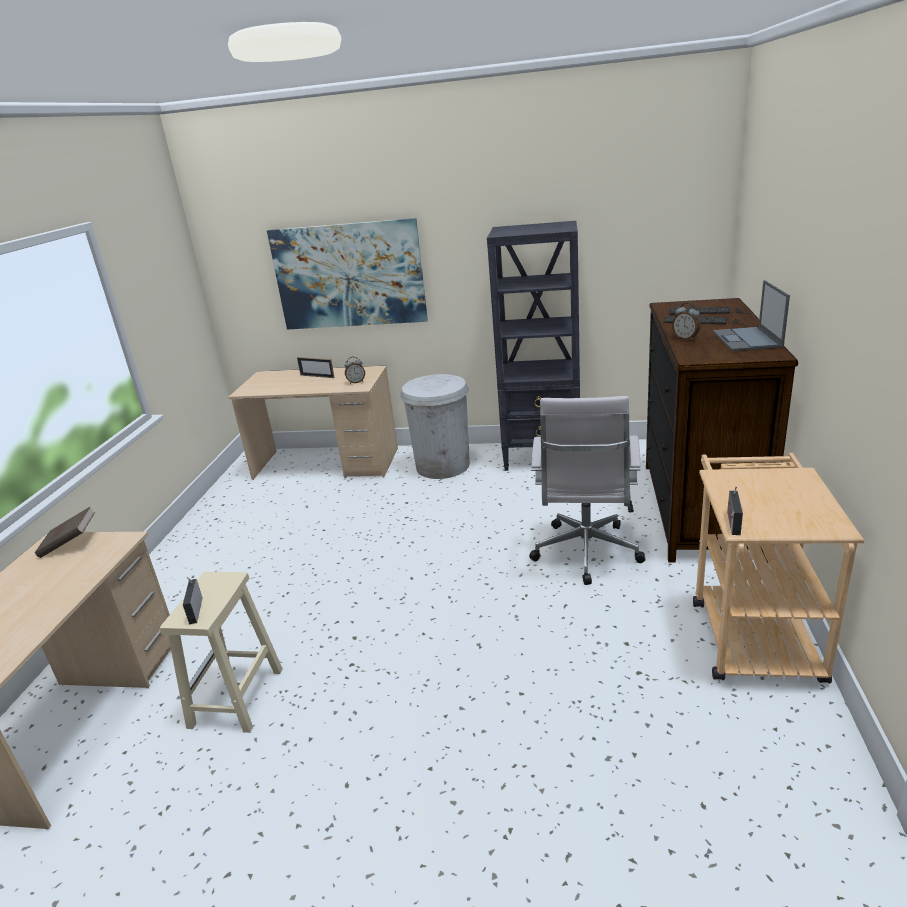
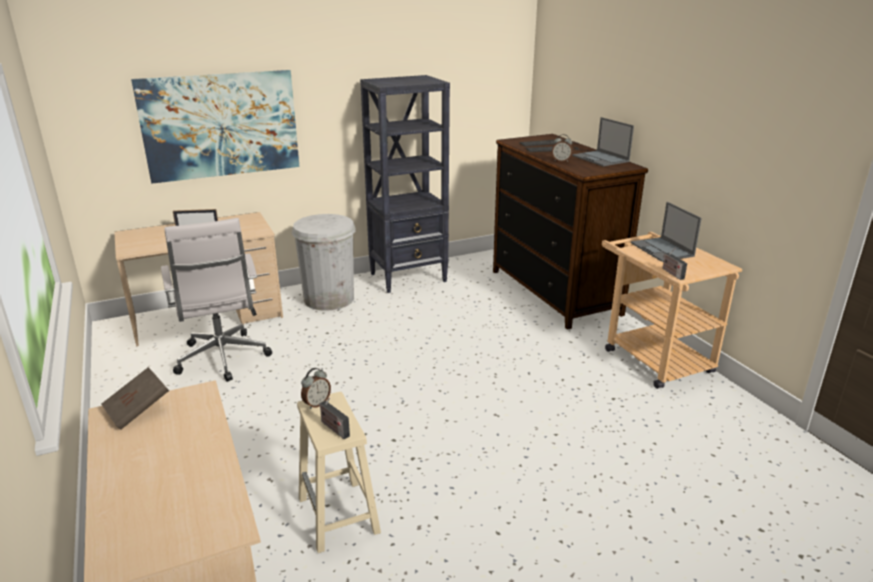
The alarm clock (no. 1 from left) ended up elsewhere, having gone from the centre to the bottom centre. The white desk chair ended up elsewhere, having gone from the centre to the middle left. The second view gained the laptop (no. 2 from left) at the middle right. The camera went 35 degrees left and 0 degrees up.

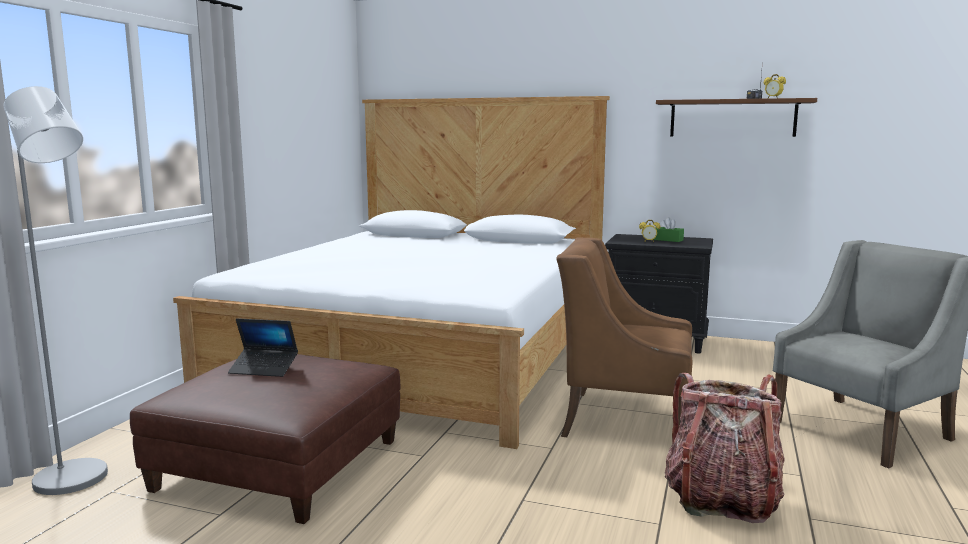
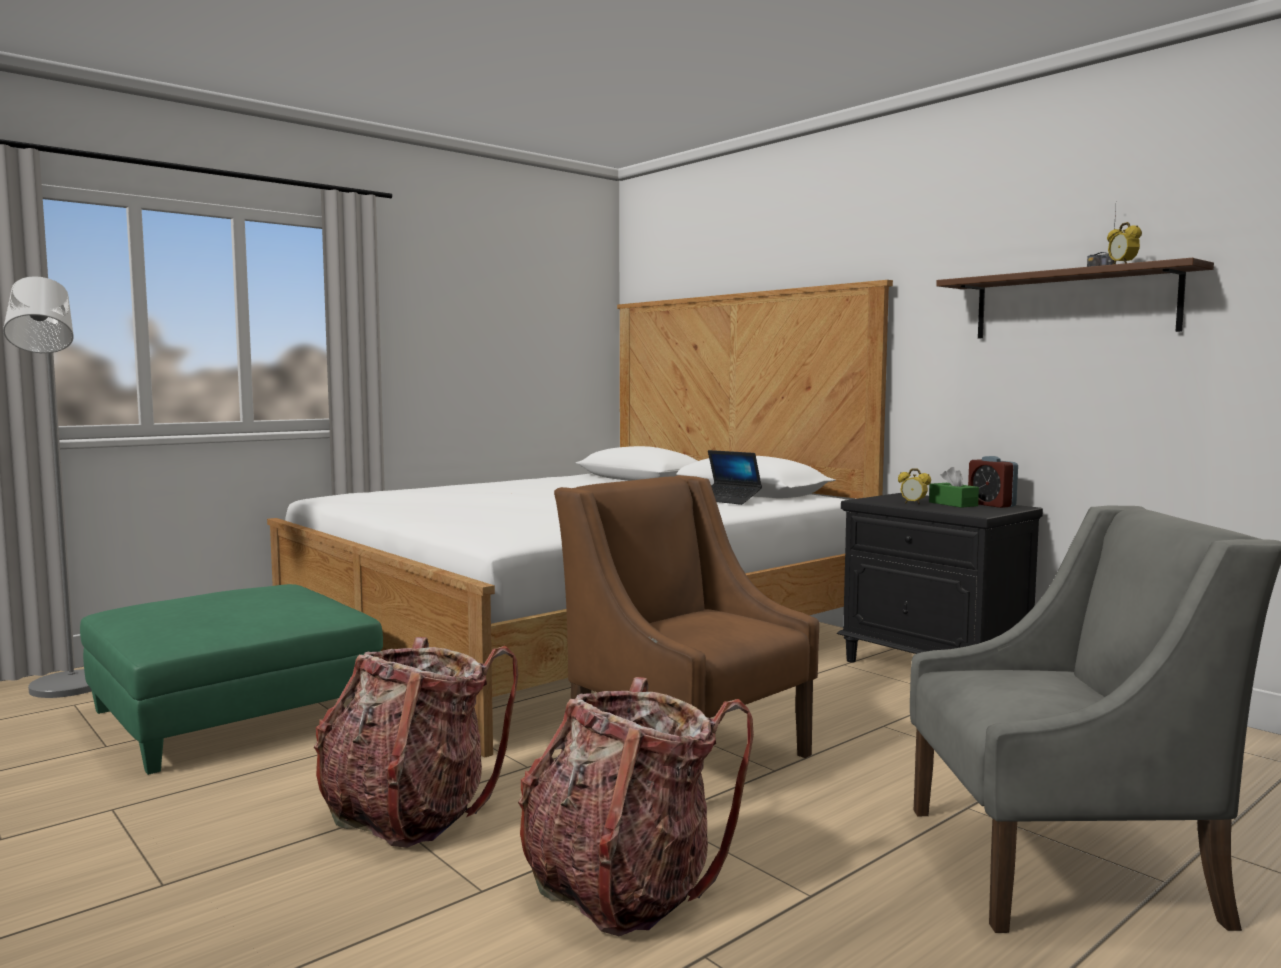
The laptop ended up elsewhere, having gone from the middle left to the centre. What was the brownish ottoman at the bottom left turned into the green-coloured ottoman at the bottom left. The second view gained the alarm clock (no. 2 from left) at the middle right. The second view gained the rucksack (no. 1 from left) at the bottom left. The camera went 30 degrees right and 5 degrees down.

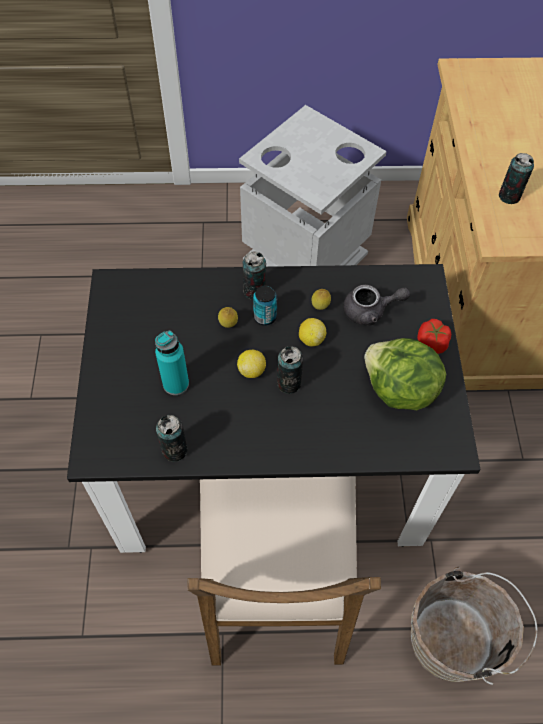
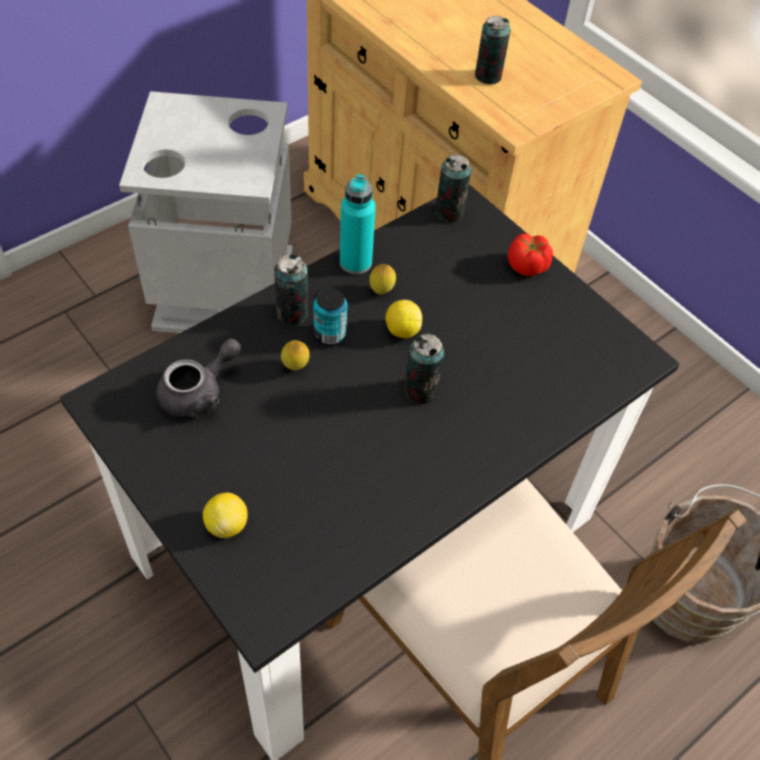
The grey tea pot ended up elsewhere, having gone from the middle right to the middle left. The blue-green beverage bottle ended up elsewhere, having gone from the middle left to the top centre. The second view lost the lettuce head at the middle right. The whole lemon (no. 2 from left in the first image) ended up elsewhere, having gone from the centre to the bottom left. The metal can (no. 1 from left in the first image) ended up elsewhere, having gone from the middle left to the top centre. The camera went 40 degrees left and 5 degrees down.

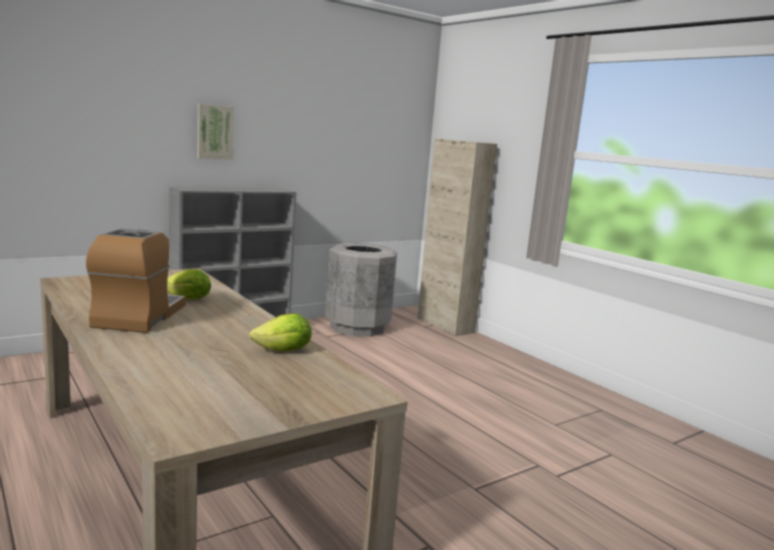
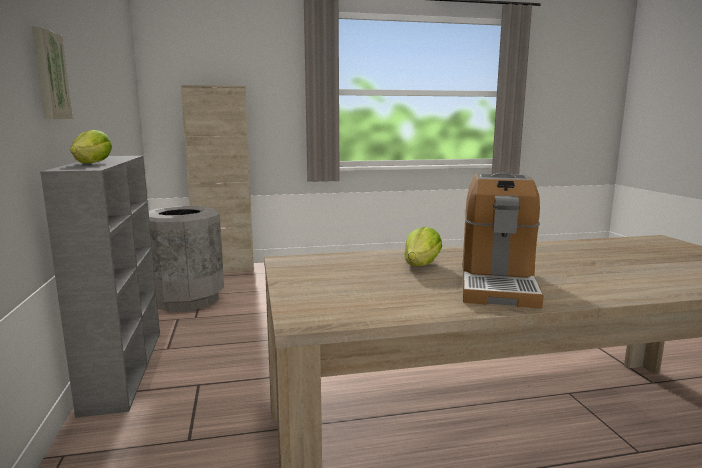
The coffee machine at the middle left ended up facing another way, 105 degrees counterclockwise from before. The lettuce head (no. 2 from left in the first image) ended up elsewhere, having gone from the centre to the top left. The camera went 65 degrees left and 0 degrees up.

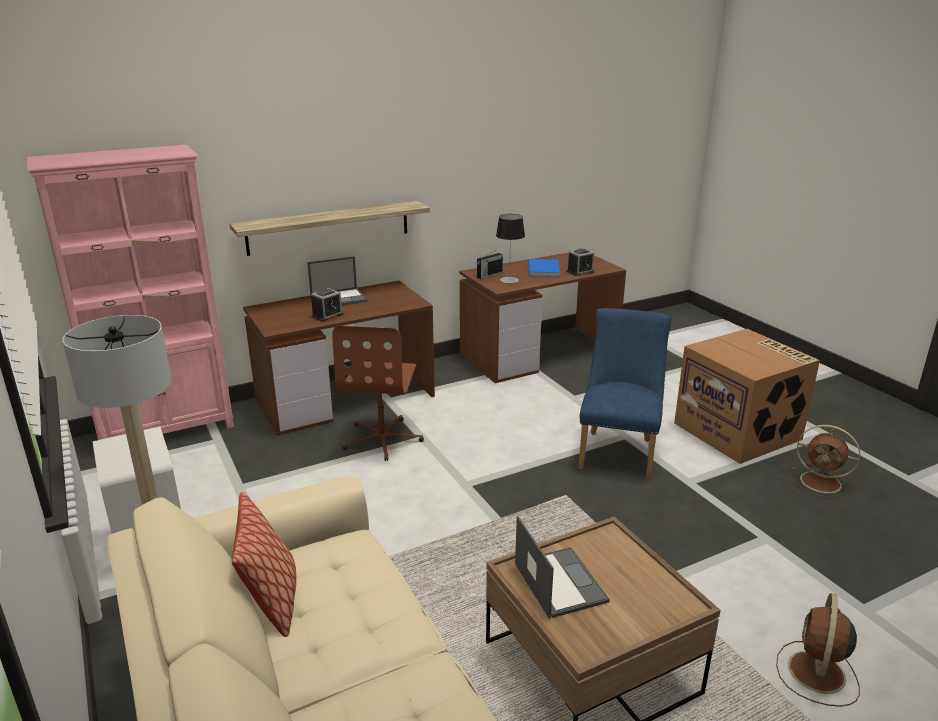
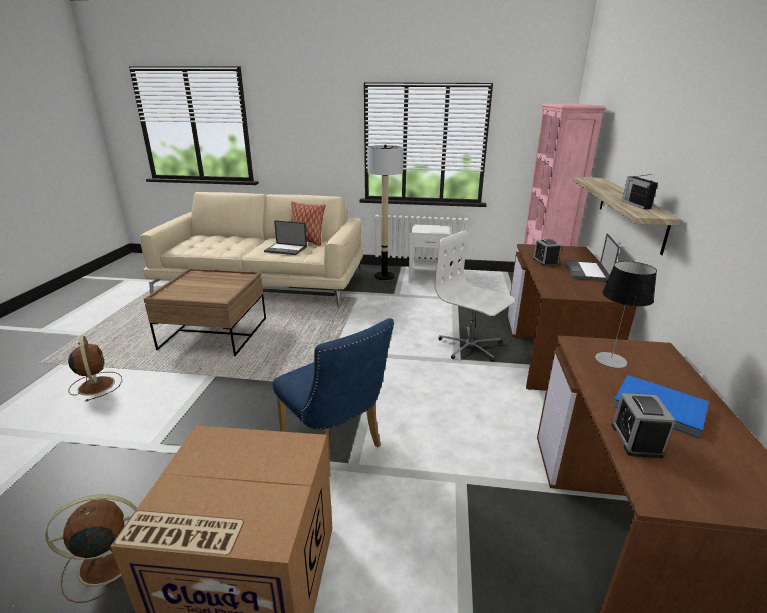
The radio set ended up elsewhere, having gone from the centre to the top right. What was the brownish desk chair at the centre turned into the white desk chair at the centre. The laptop (no. 2 from left in the first image) ended up elsewhere, having gone from the bottom centre to the centre. The camera went 125 degrees right and 0 degrees up.

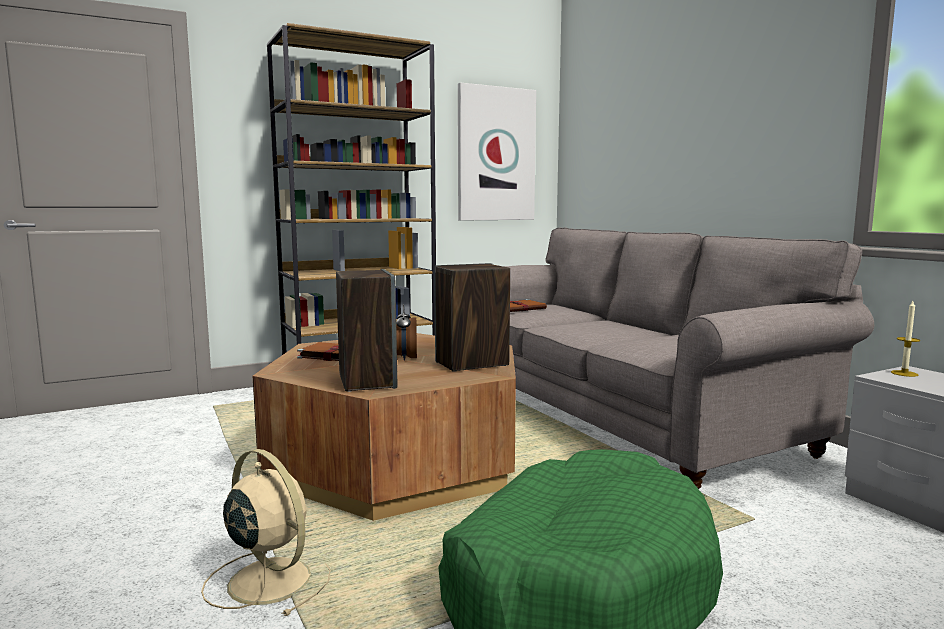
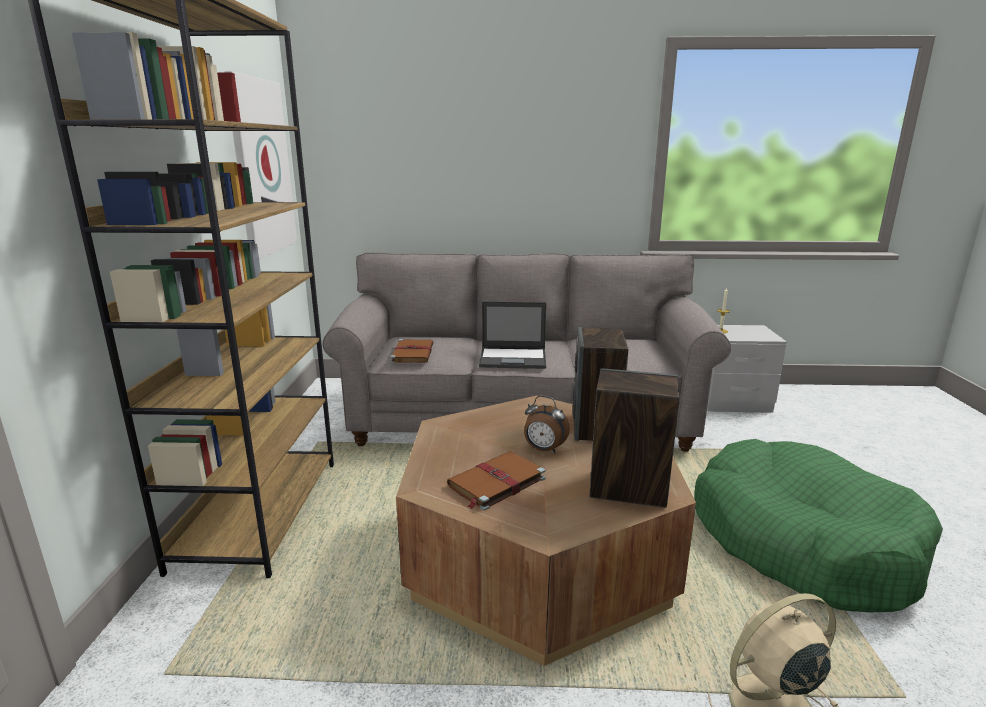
The second view gained the laptop at the centre. The camera went 60 degrees left and 10 degrees up.

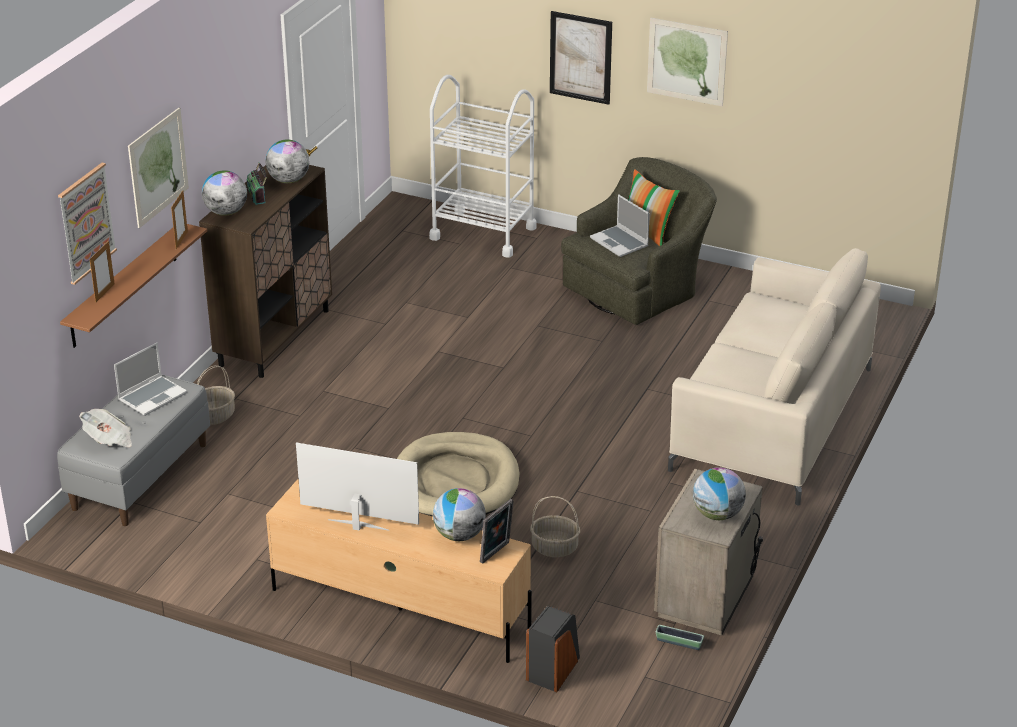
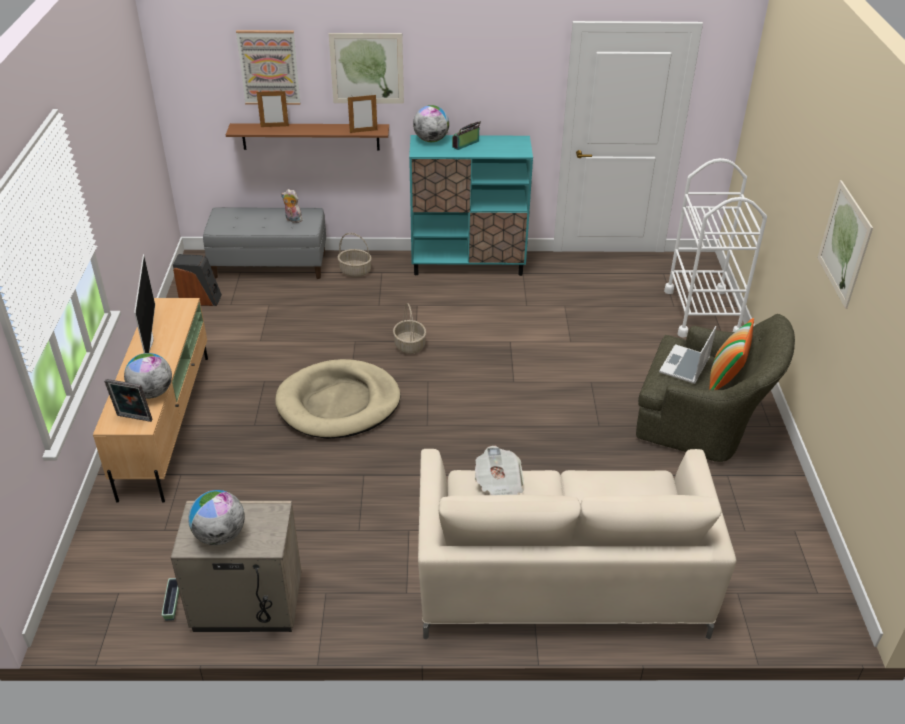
The second view lost the picture (no. 3 from left) at the top centre. The second view lost the desk globe (no. 2 from left) at the top left. What was the brownish storage cabinet at the middle left turned into the blue-green storage cabinet at the top centre. Where the laptop (no. 1 from left) stood at the middle left, the cuddly toy came to stand at the top left. The daily paper ended up elsewhere, having gone from the middle left to the centre. The storage basket (no. 2 from left) ended up elsewhere, having gone from the bottom centre to the centre. The loudspeaker ended up elsewhere, having gone from the bottom centre to the middle left. The camera went 65 degrees right and 5 degrees up.

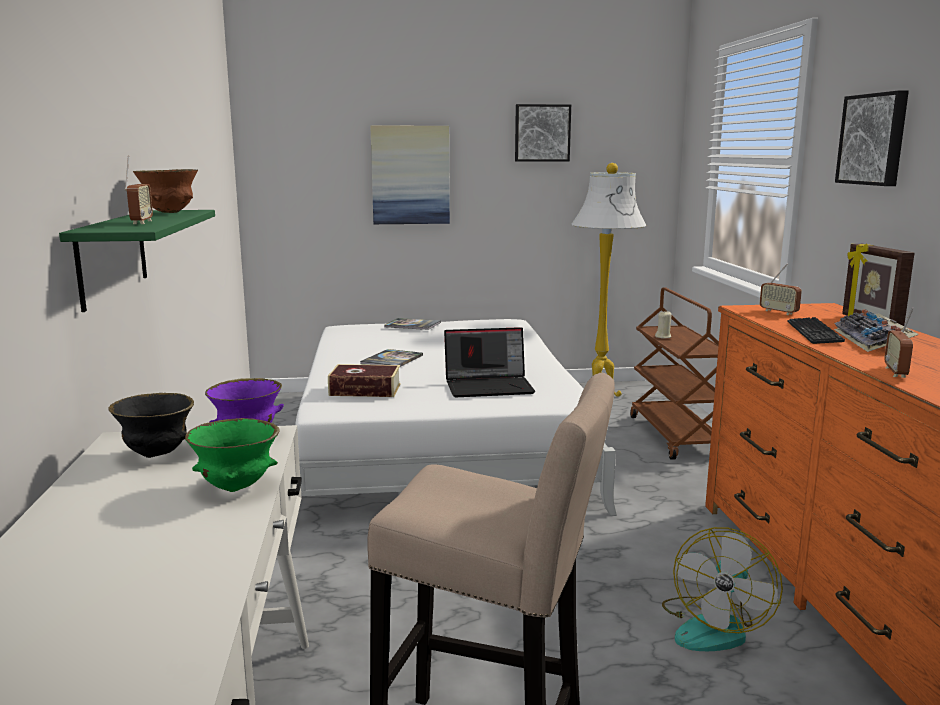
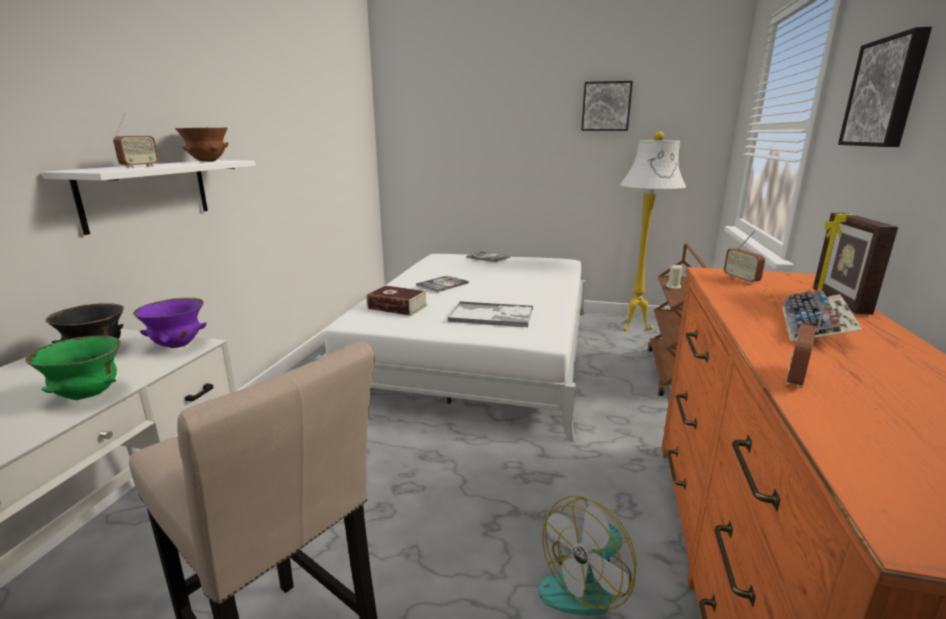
The second view lost the picture (no. 1 from left) at the top centre. What was the green-coloured shelf at the middle left turned into the white shelf at the top left. The second view lost the computer keyboard (no. 1 from left) at the middle right. Where the laptop stood at the centre, the carrying tray came to stand at the centre. The camera went 20 degrees right and 5 degrees up.

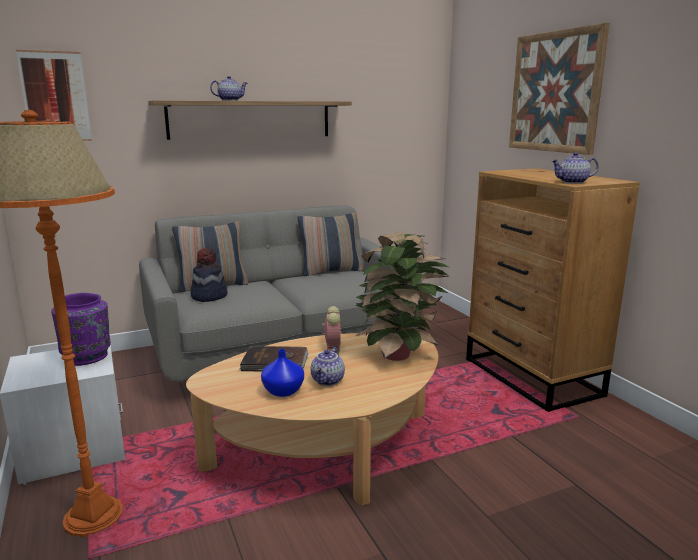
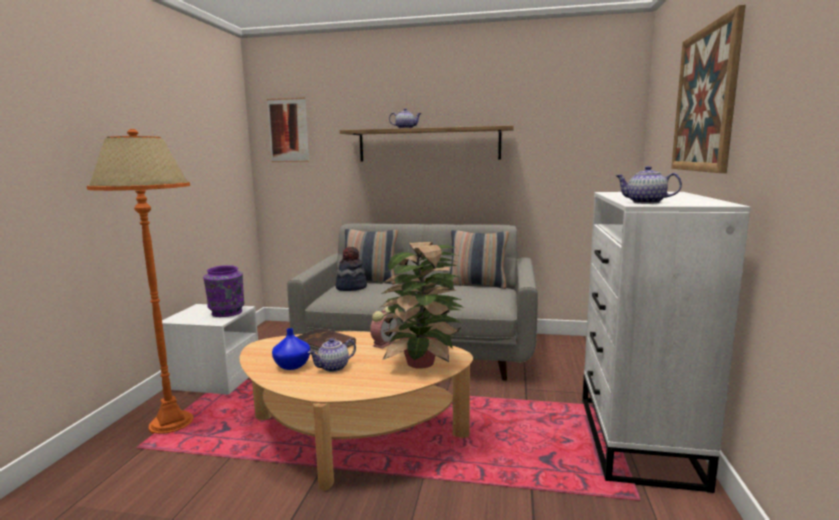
What was the brownish drawer chest at the middle right turned into the white drawer chest at the middle right. The camera went 35 degrees right and 5 degrees down.

